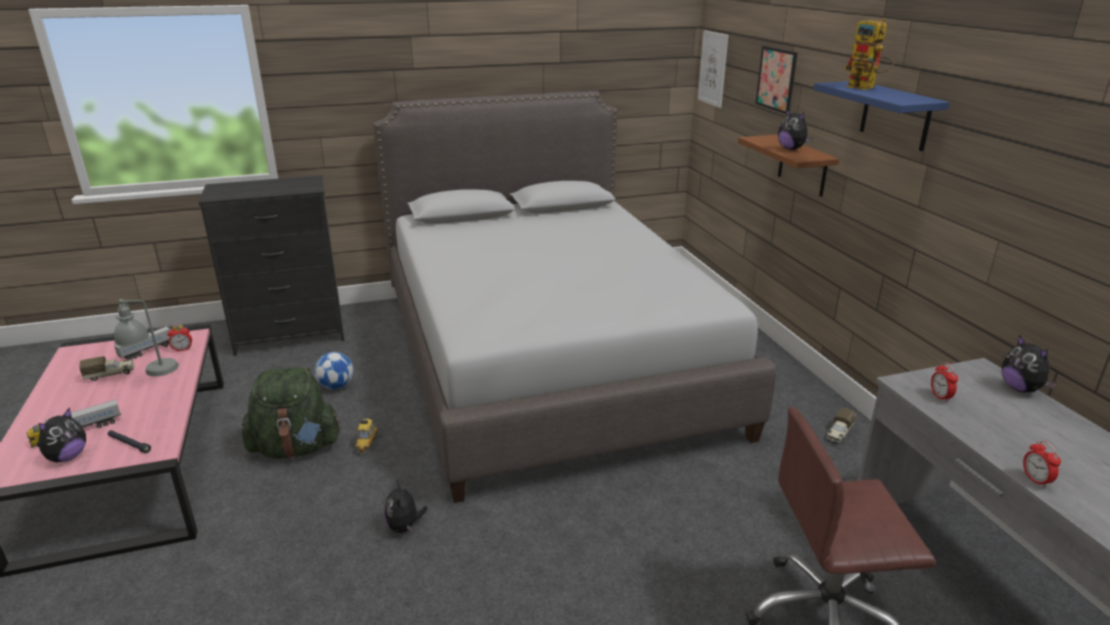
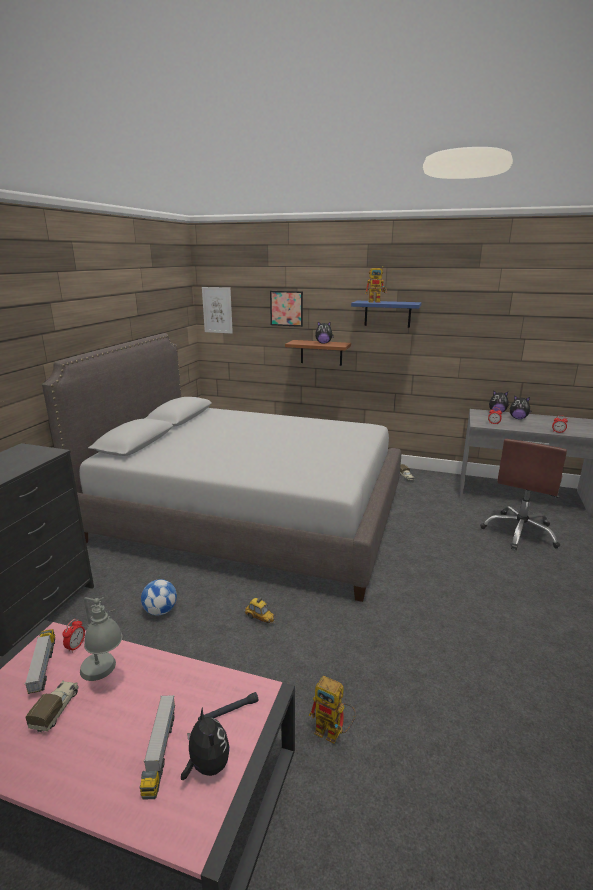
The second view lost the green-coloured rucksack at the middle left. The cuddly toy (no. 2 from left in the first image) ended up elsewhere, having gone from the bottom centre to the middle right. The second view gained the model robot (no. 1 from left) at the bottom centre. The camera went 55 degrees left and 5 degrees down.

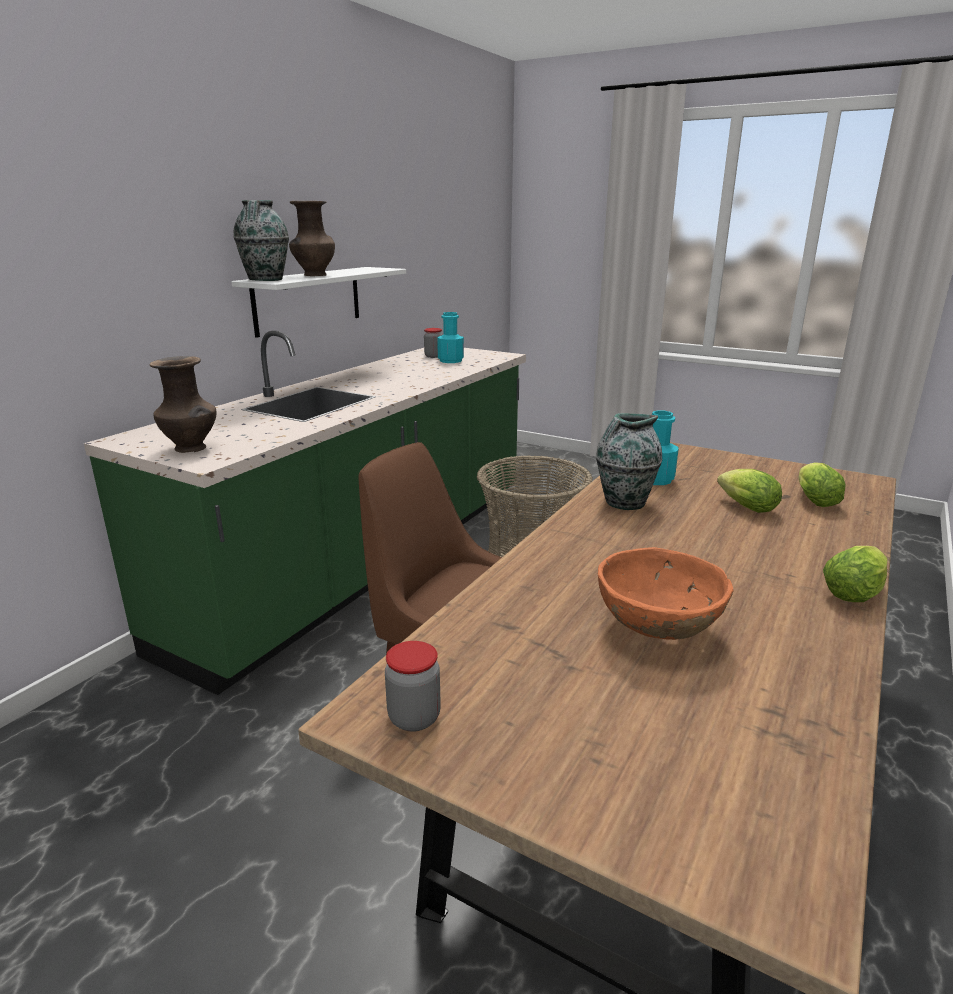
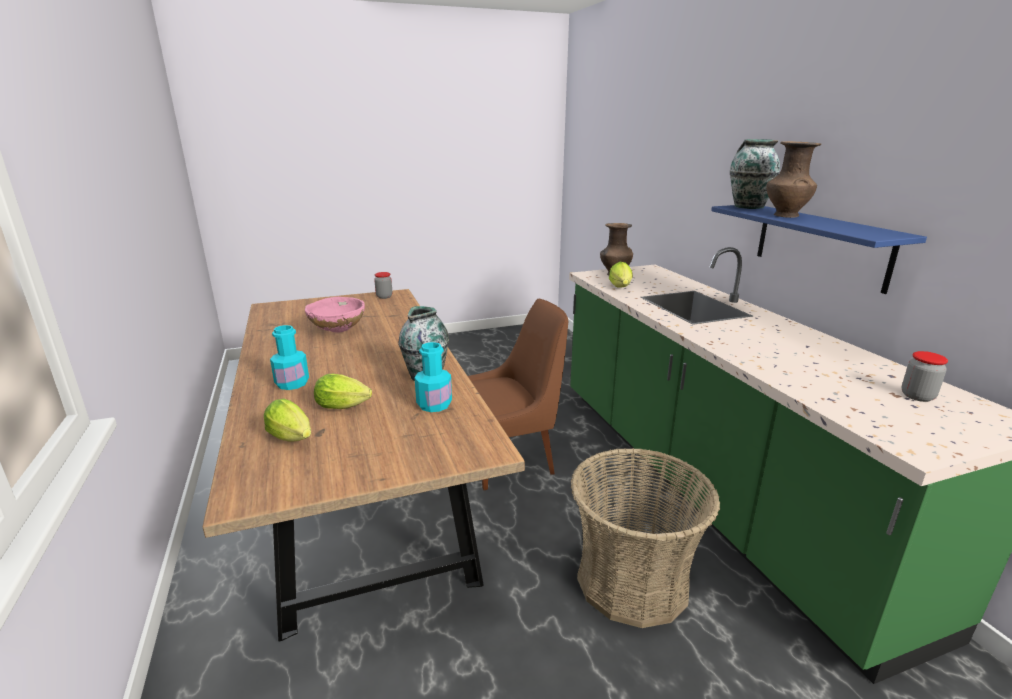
What was the white shelf at the top centre turned into the bluish shelf at the middle right. The blue-green beverage bottle (no. 1 from left) ended up elsewhere, having gone from the centre to the middle left. The lettuce head (no. 3 from left) ended up elsewhere, having gone from the middle right to the centre. What was the orange-coloured serving bowl at the middle right turned into the pink-coloured serving bowl at the middle left. The camera went 130 degrees right and 0 degrees up.

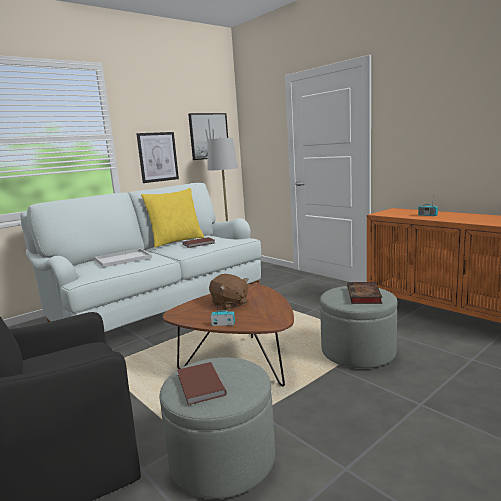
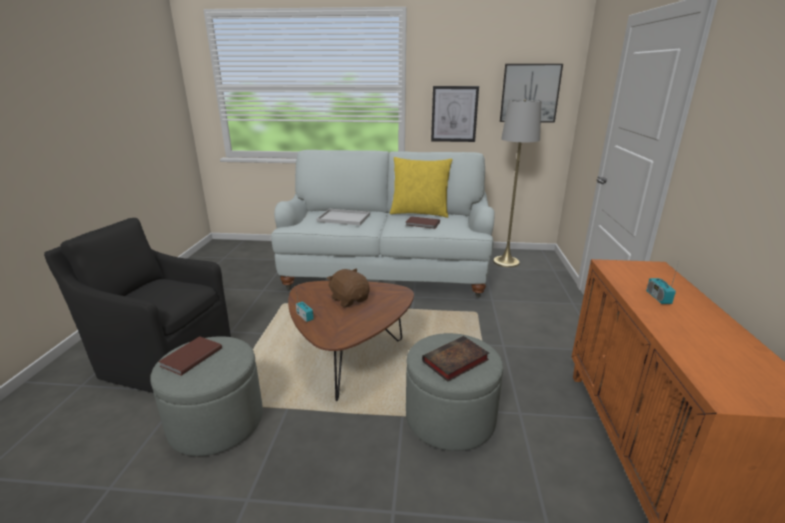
The brownish cuddly toy at the centre ended up facing another way, 135 degrees clockwise from before. The camera went 45 degrees right and 10 degrees up.

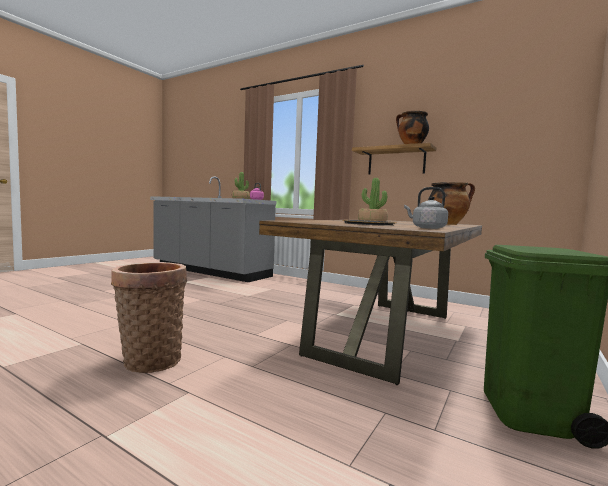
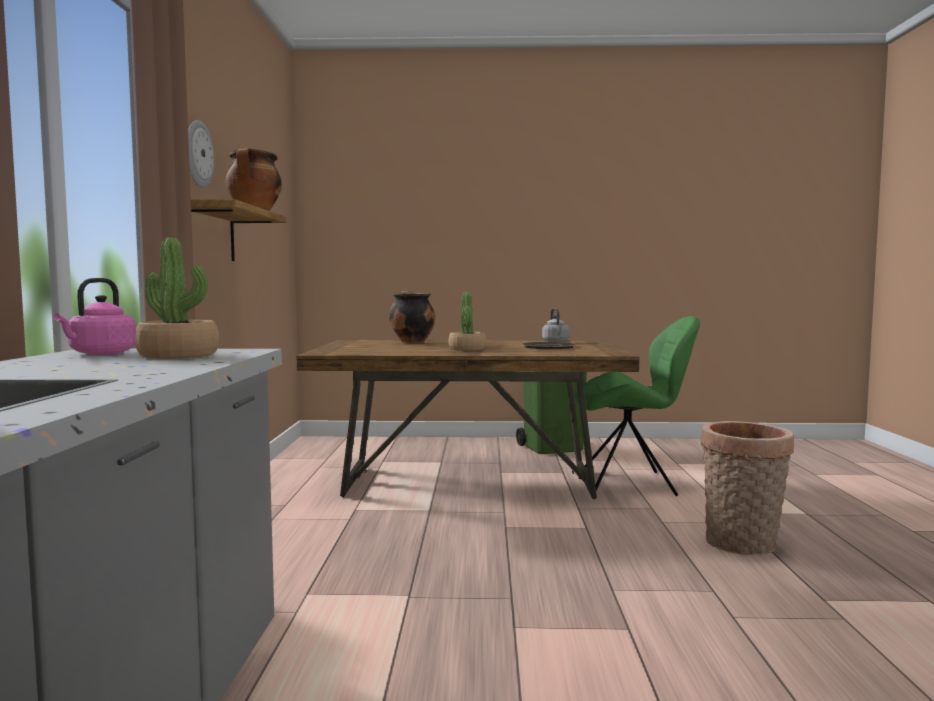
The second view gained the wall clock at the top left. The second view gained the green-coloured plain chair at the middle right. The camera went 120 degrees left and 0 degrees up.

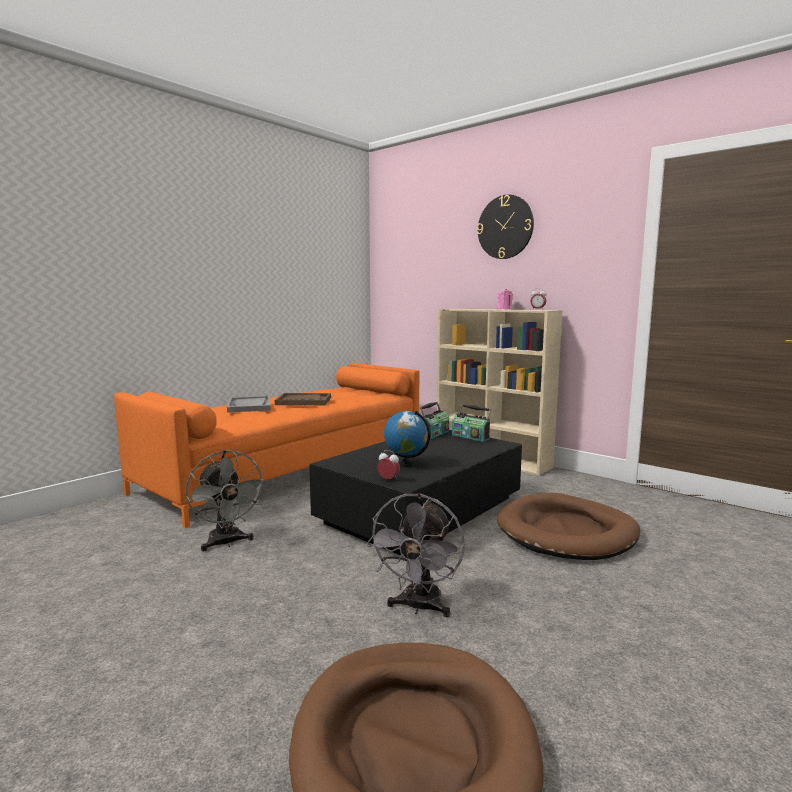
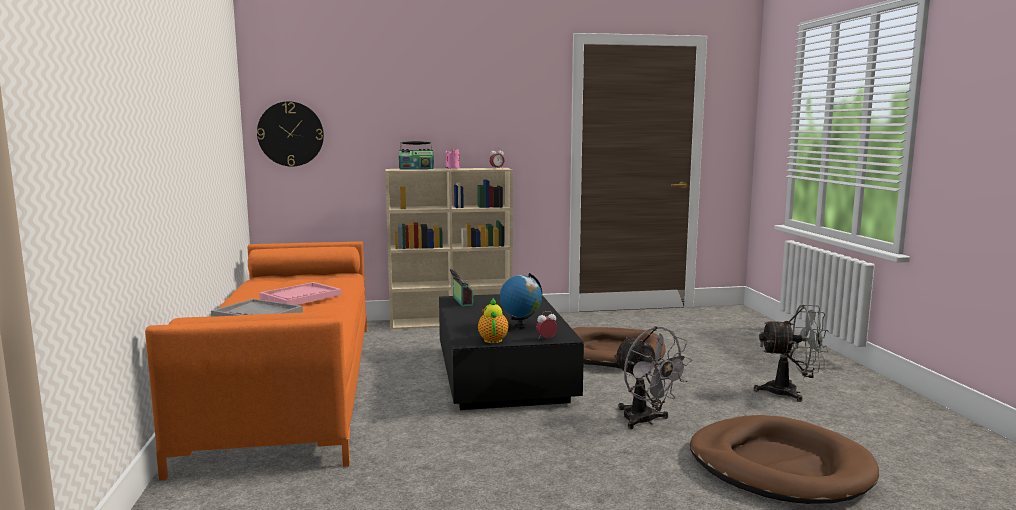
The wall clock ended up elsewhere, having gone from the top centre to the top left. What was the brownish carrying tray at the centre turned into the pink-coloured carrying tray at the middle left. The radio set (no. 2 from left in the first image) ended up elsewhere, having gone from the centre to the top centre. The grey electric fan (no. 1 from left in the first image) ended up elsewhere, having gone from the middle left to the bottom right. The second view gained the tea pot at the centre. The camera went 50 degrees left and 0 degrees up.

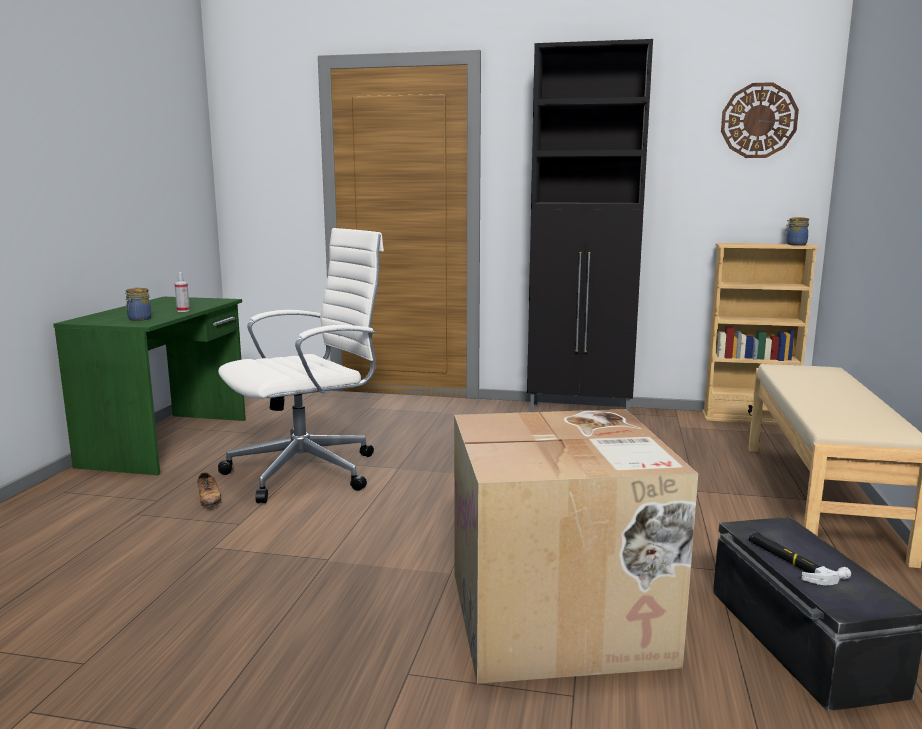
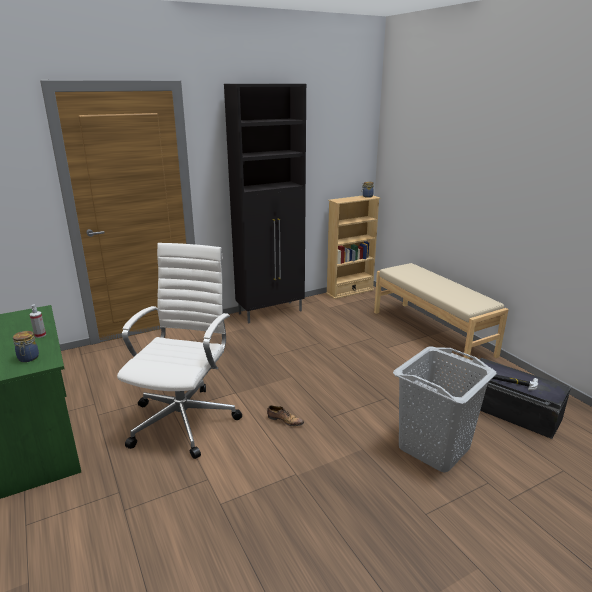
The second view lost the wall clock at the top right. Where the packing box stood at the bottom centre, the grey washing basket came to stand at the bottom right. The low shoe ended up elsewhere, having gone from the bottom left to the bottom centre. The camera went 40 degrees left and 10 degrees up.

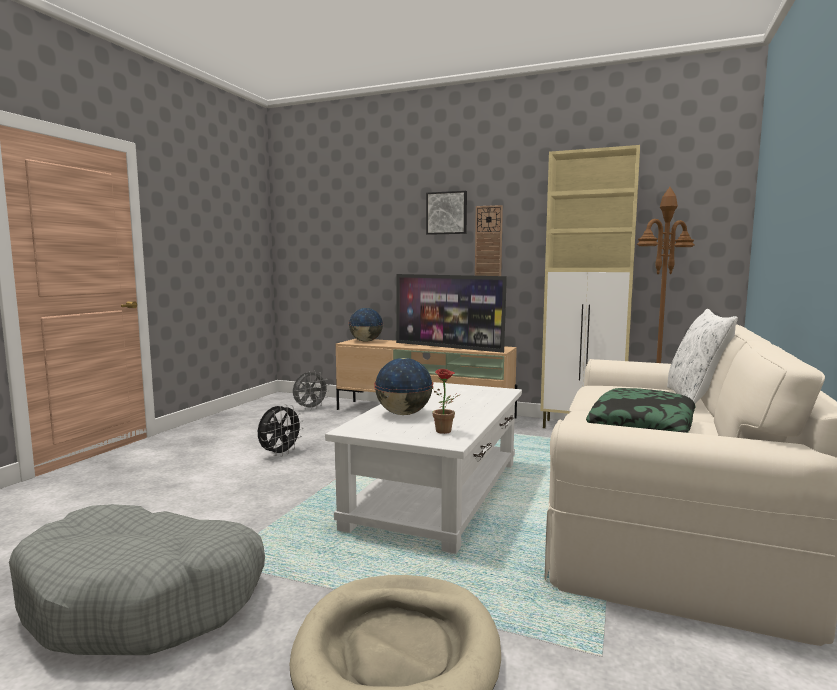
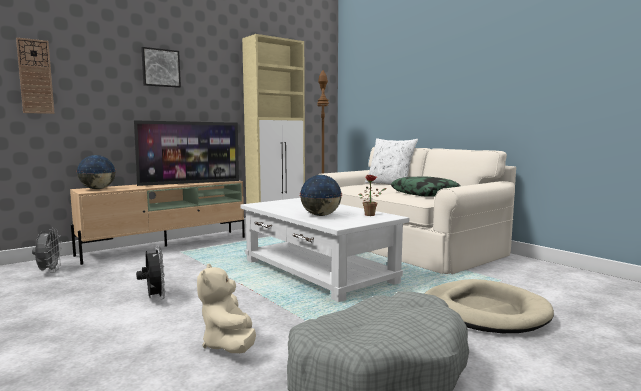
The wall clock ended up elsewhere, having gone from the centre to the top left. The second view gained the beige cuddly toy at the bottom centre. The camera went 60 degrees left and 0 degrees up.

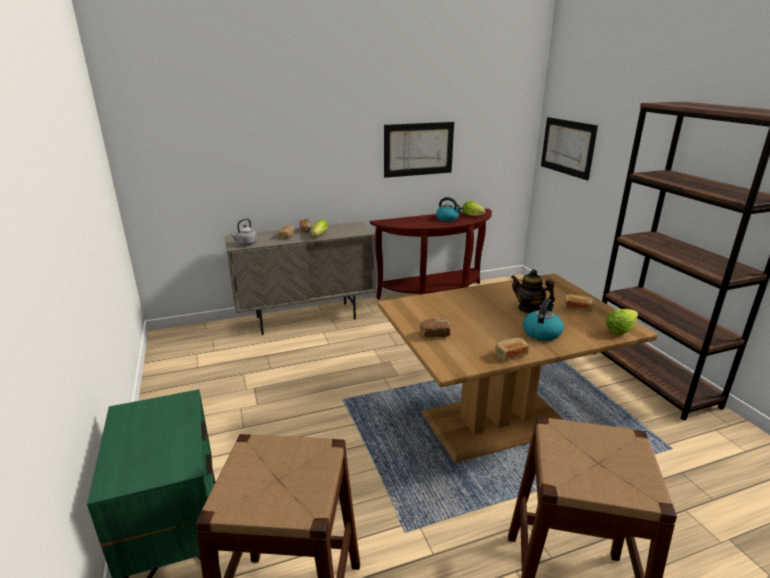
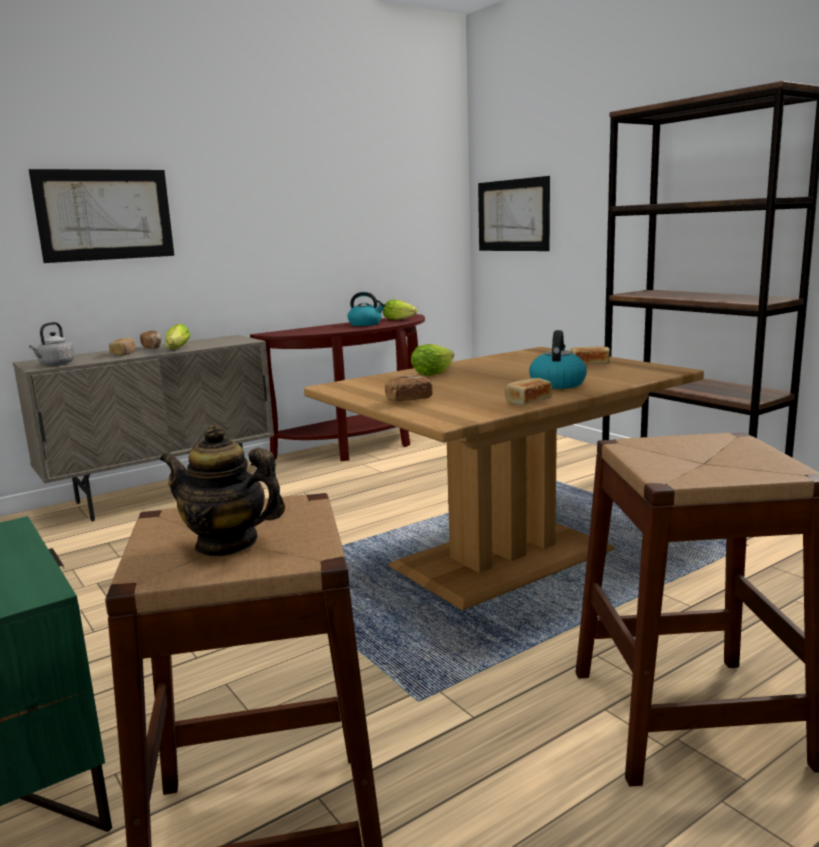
The picture (no. 1 from left) ended up elsewhere, having gone from the top centre to the top left. The tea pot ended up elsewhere, having gone from the middle right to the middle left. The lettuce head (no. 3 from left) ended up elsewhere, having gone from the middle right to the centre. The camera went 15 degrees left and 10 degrees down.

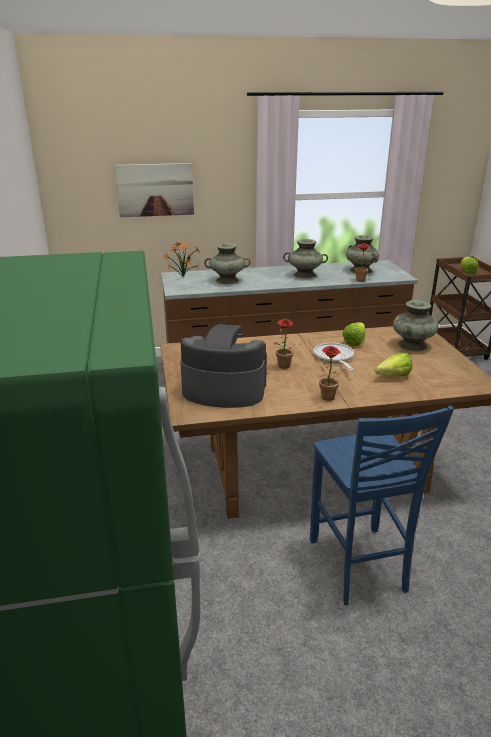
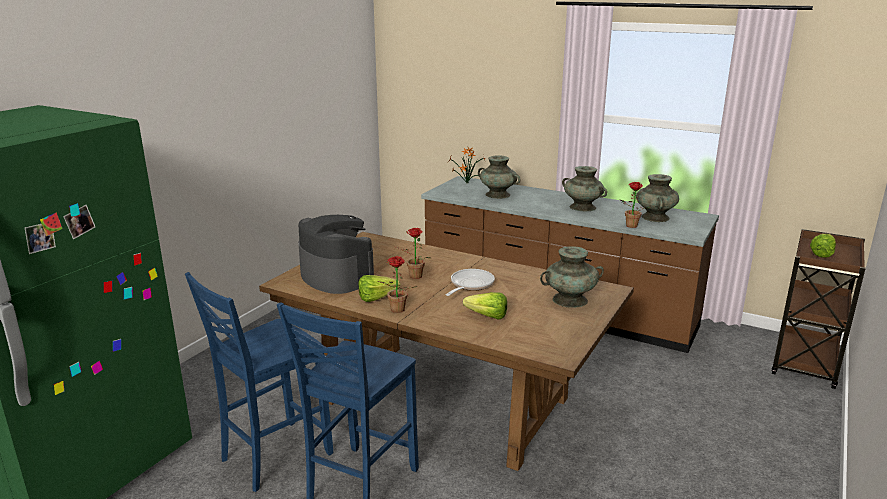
The second view lost the picture at the top left. The lettuce head (no. 1 from left) ended up elsewhere, having gone from the middle right to the centre. The second view gained the bluish plain chair (no. 1 from left) at the bottom left. The camera went 40 degrees right and 5 degrees down.

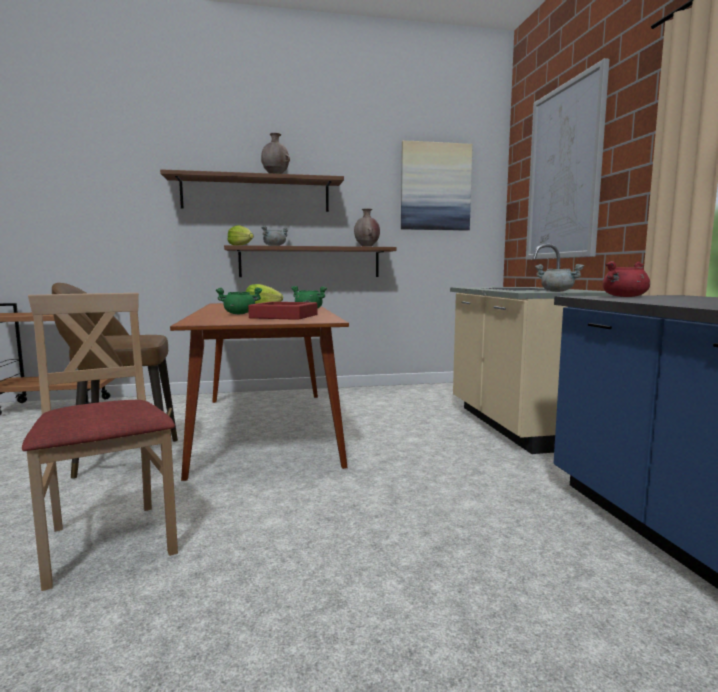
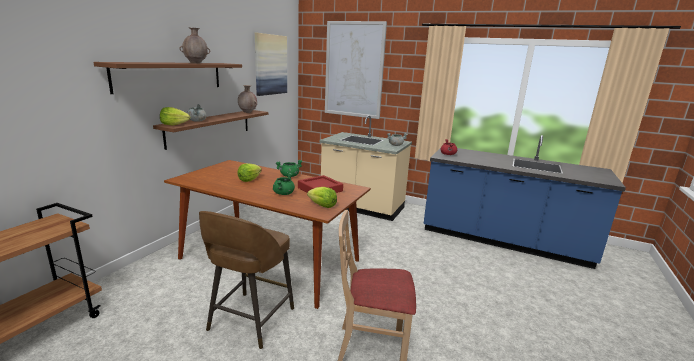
The second view gained the lettuce head (no. 3 from left) at the centre. The camera went 55 degrees left and 10 degrees up.

